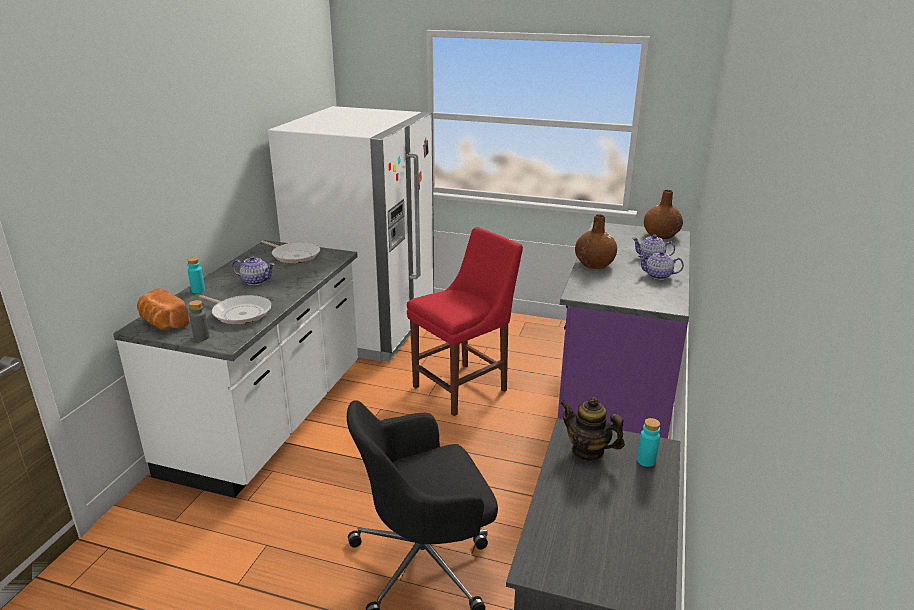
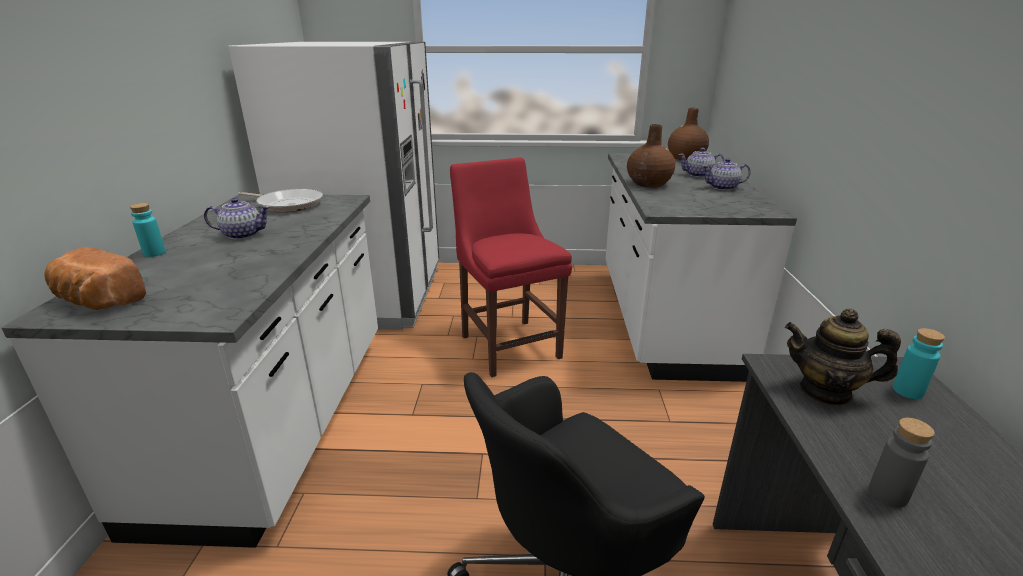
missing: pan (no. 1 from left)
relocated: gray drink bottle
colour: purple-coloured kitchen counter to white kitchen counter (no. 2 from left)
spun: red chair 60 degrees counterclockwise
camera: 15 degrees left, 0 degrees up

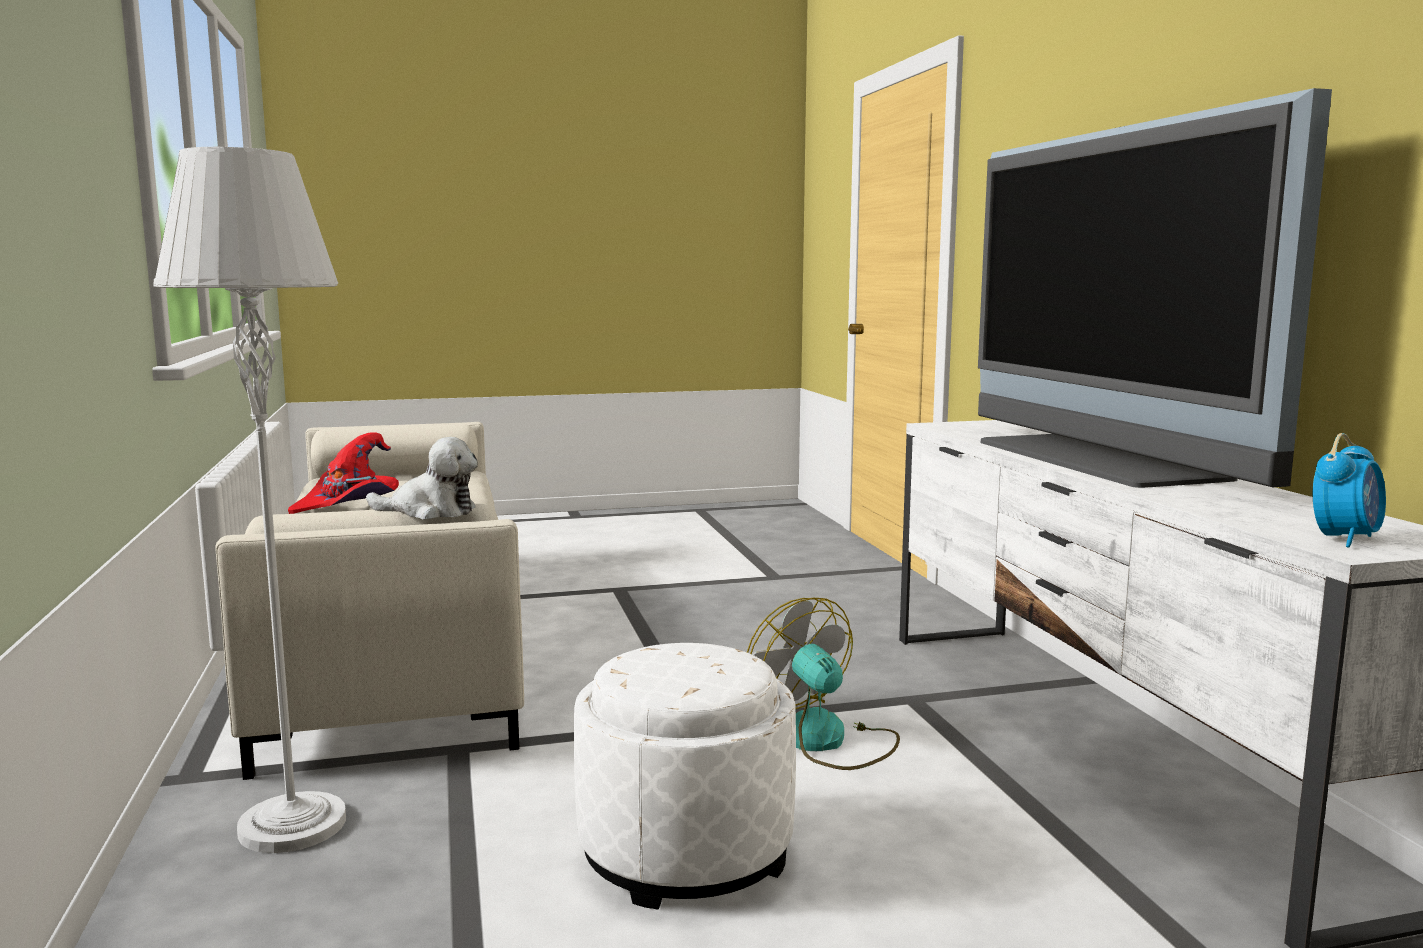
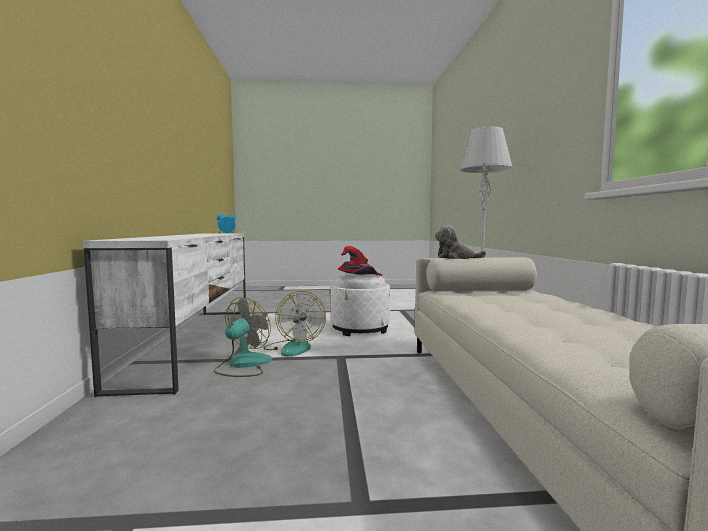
missing: TV set
appeared: fan (no. 1 from left)
relocated: red wearable hat
camera: 170 degrees left, 5 degrees down

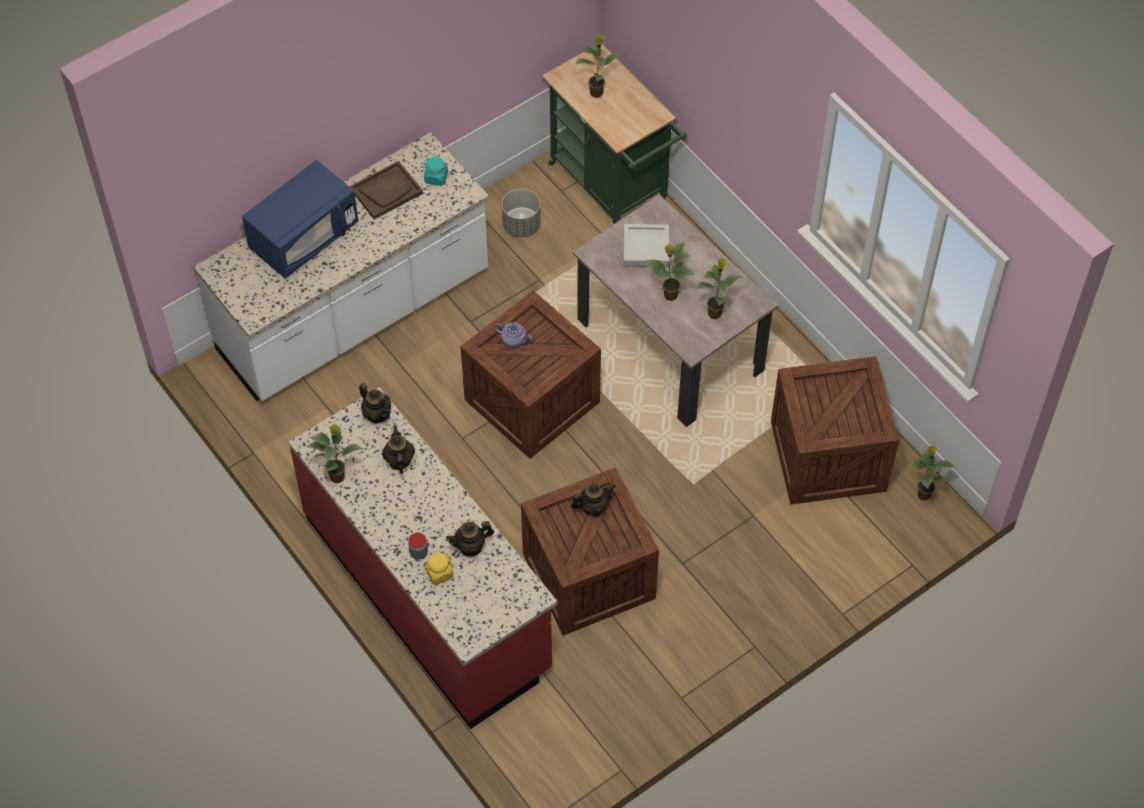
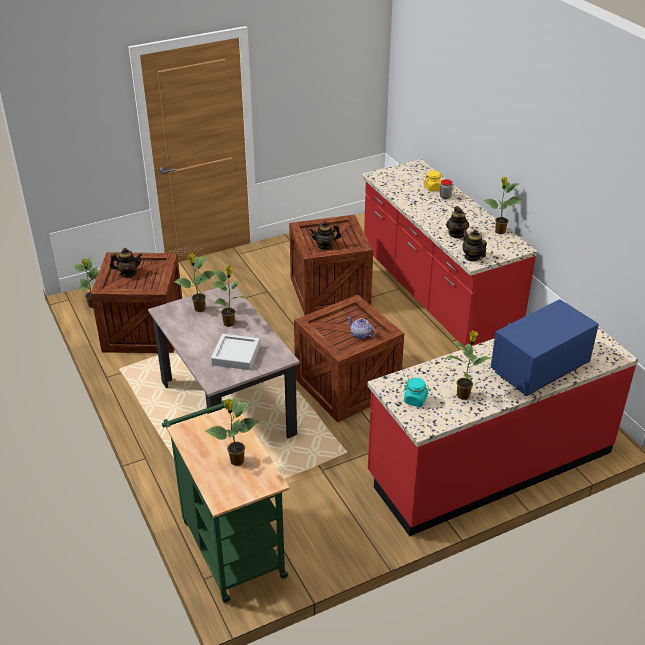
missing: gray flower pot
relocated: pot for tea (no. 3 from left in the first image) to pot for tea (no. 1 from left)
exchanged: brown-coloured carrying tray to plant in a pot (no. 5 from left)
colour: white kitchen counter to red kitchen counter (no. 2 from left)
camera: 170 degrees left, 20 degrees down

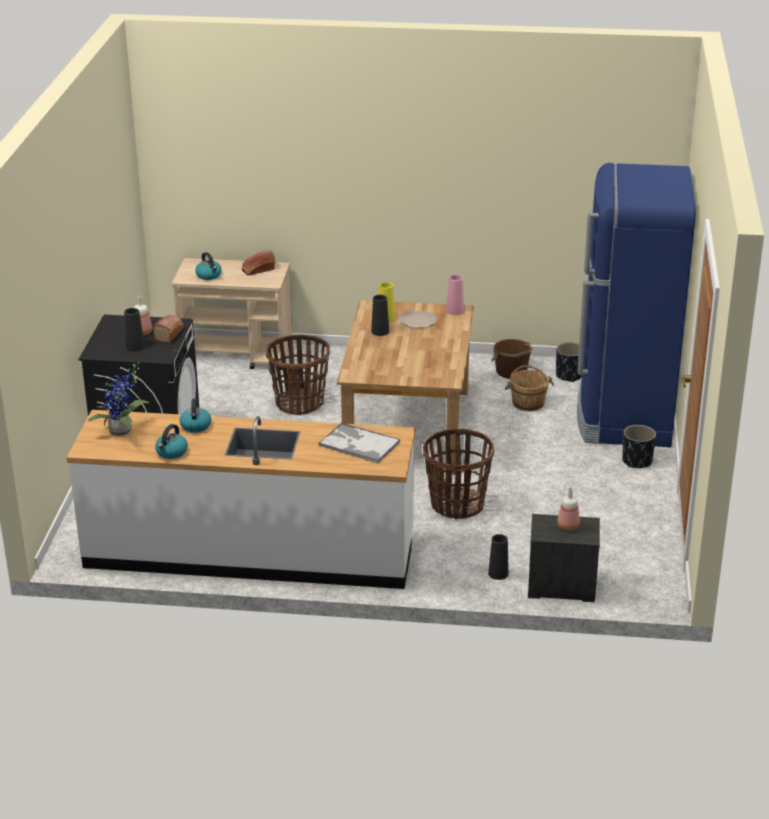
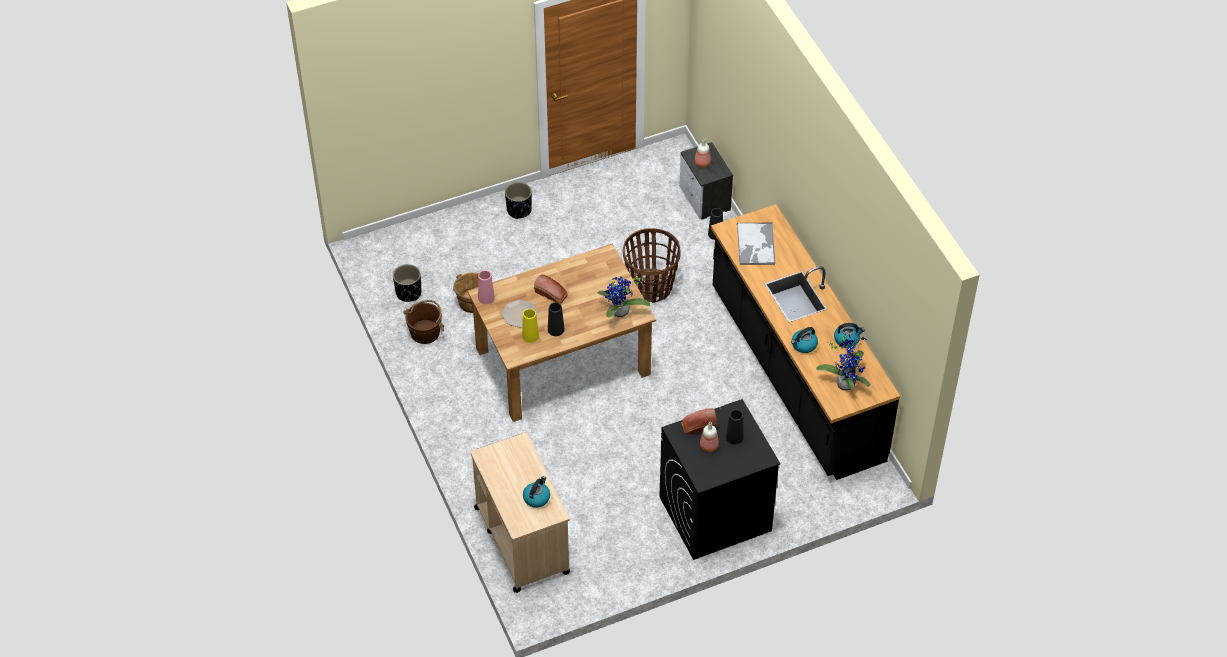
missing: household basket (no. 1 from left); blue fridge
appeared: plant in a pot (no. 1 from left)
relocated: baked bread (no. 2 from left in the first image) to baked bread (no. 1 from left)
colour: white kitchen counter to black kitchen counter
camera: 120 degrees left, 20 degrees up

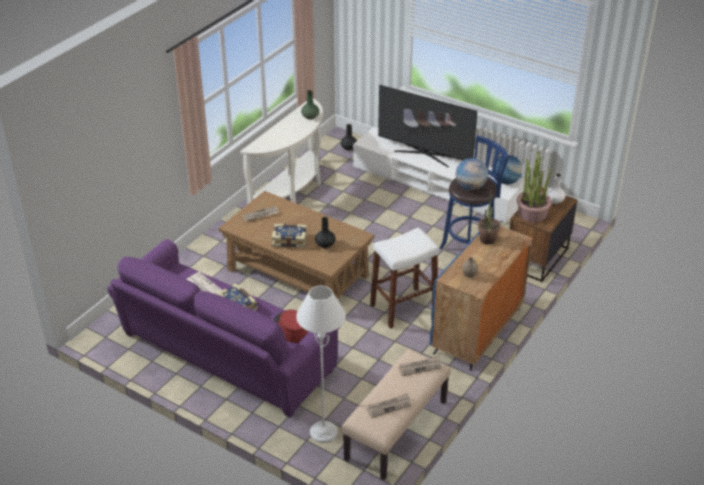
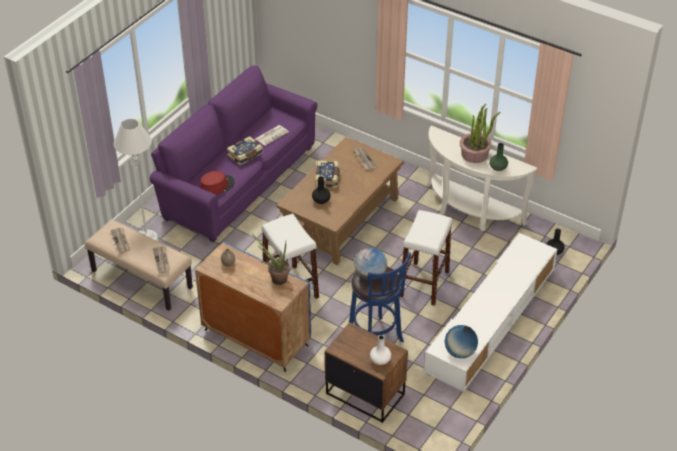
missing: TV set
appeared: white stool (no. 2 from left)
relocated: plant in a pot (no. 2 from left)
camera: 90 degrees right, 5 degrees up

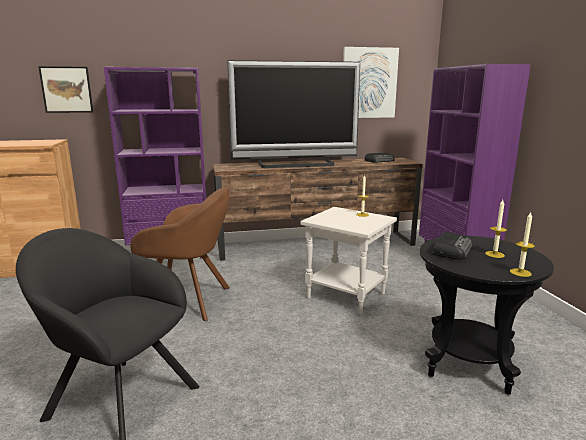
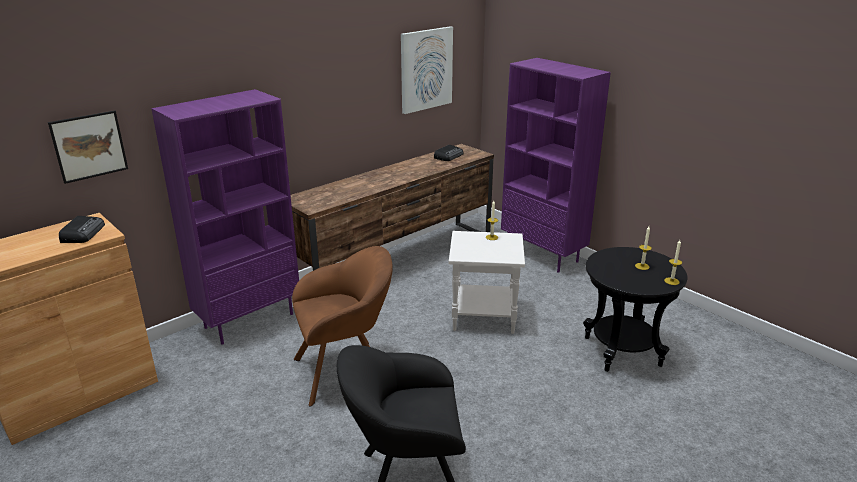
missing: TV set
relocated: radio (no. 2 from left in the first image) to radio (no. 1 from left)
camera: 30 degrees left, 10 degrees up

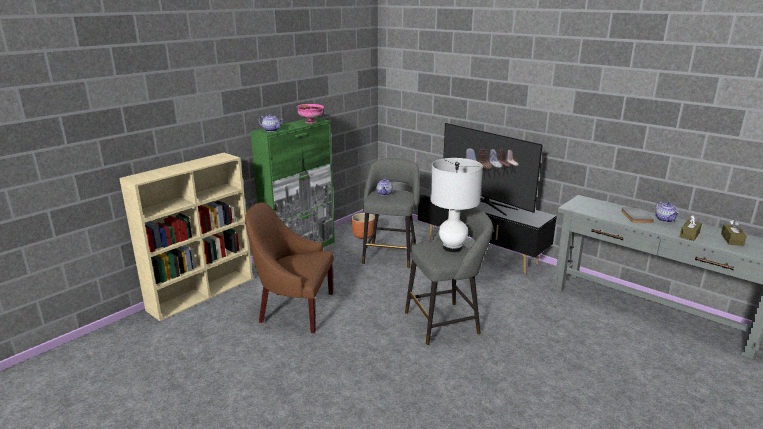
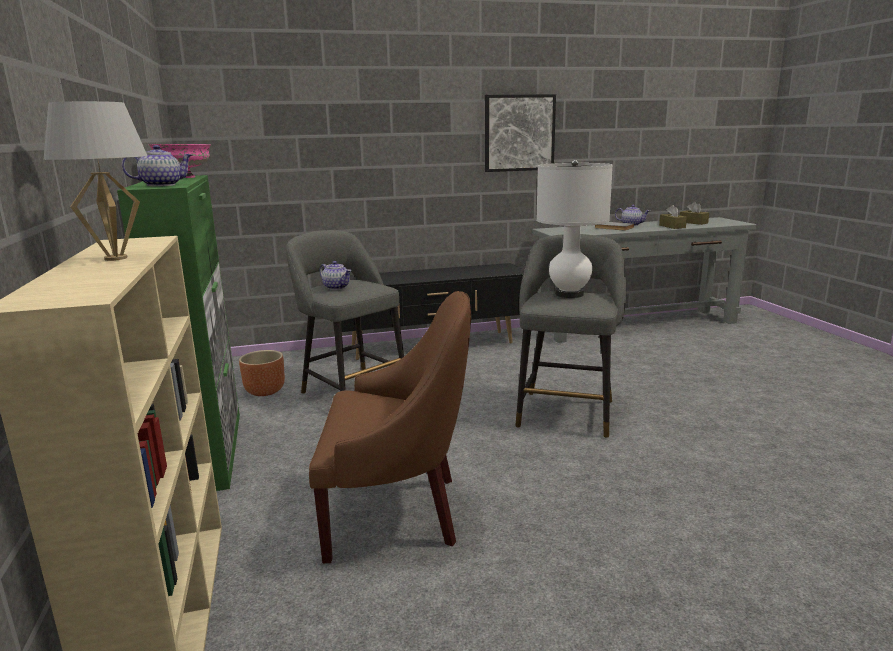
missing: TV set
appeared: white lamp for a table (no. 1 from left); wall picture
spun: brown-coloured lounge chair 135 degrees counterclockwise
camera: 55 degrees left, 5 degrees down

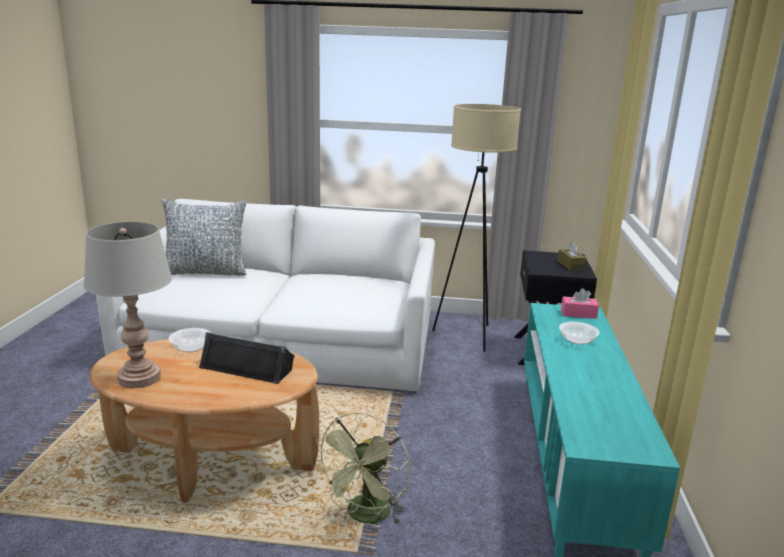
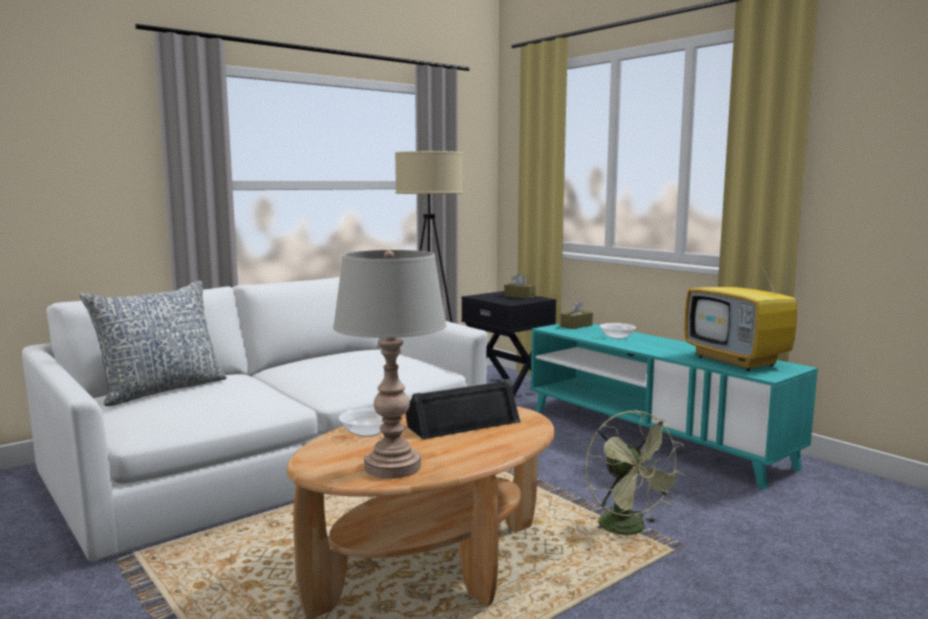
appeared: TV set
colour: pinkish tissue holder to brown-coloured tissue holder (no. 2 from left)
camera: 45 degrees left, 10 degrees down

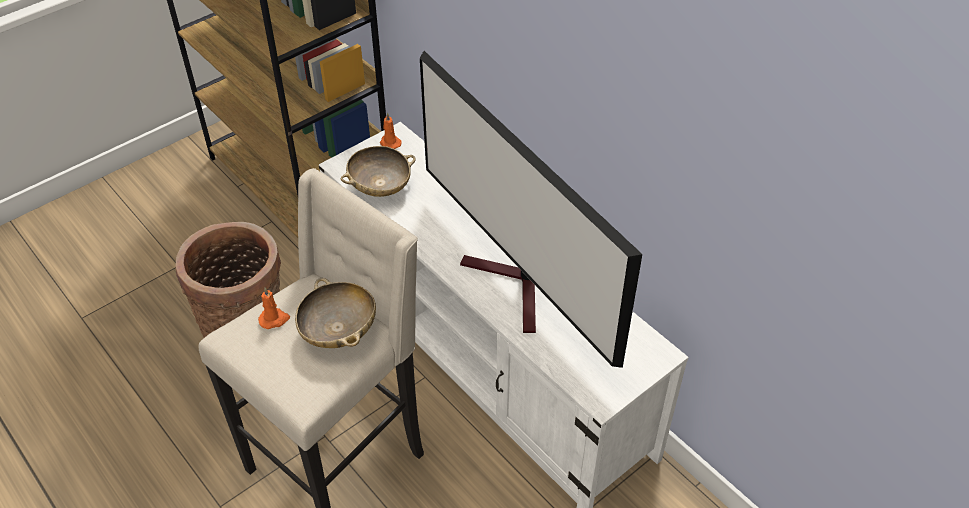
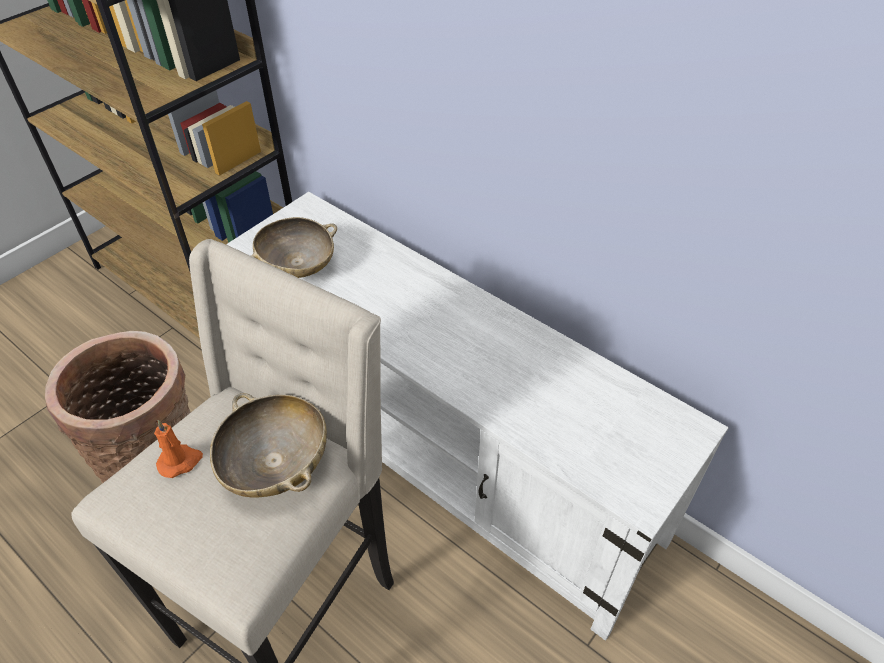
missing: orange-coloured wax light (no. 2 from left); TV set
camera: 10 degrees left, 0 degrees up

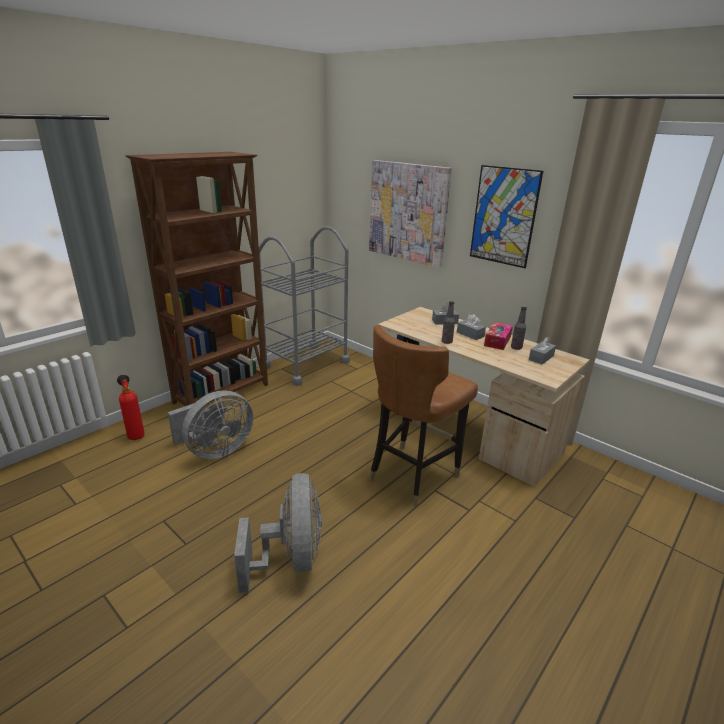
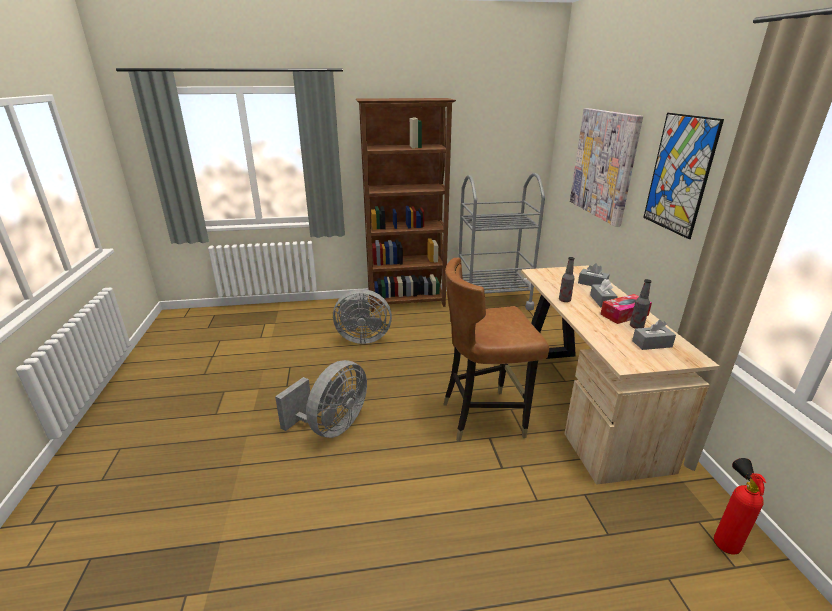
relocated: extinguisher
camera: 40 degrees right, 0 degrees up

